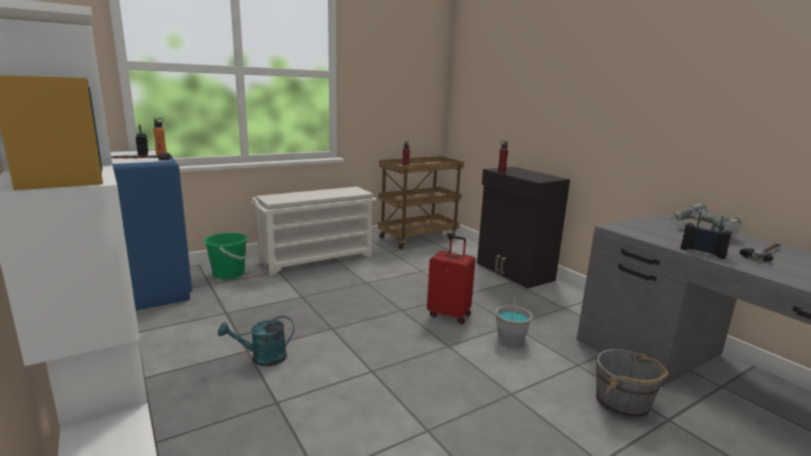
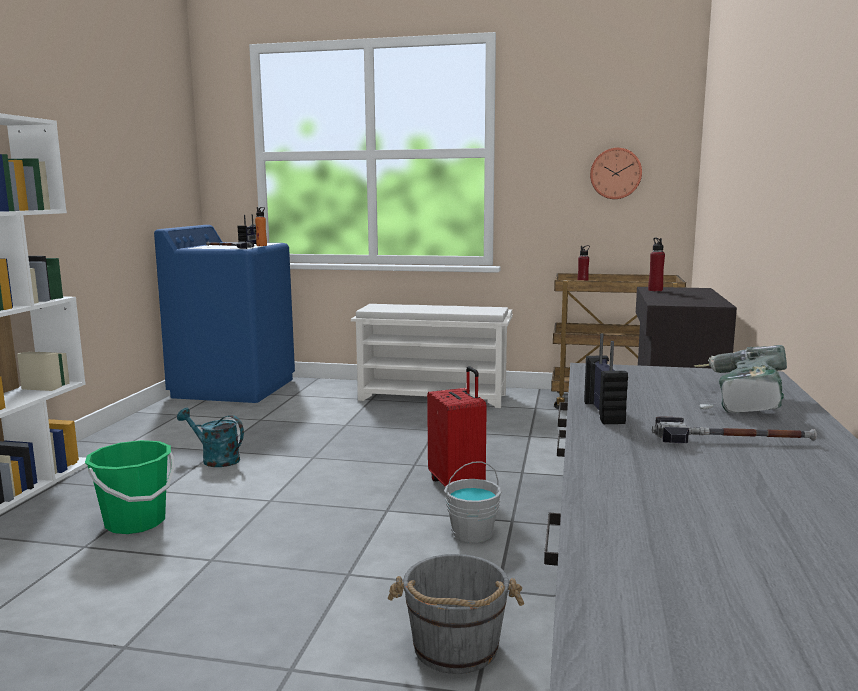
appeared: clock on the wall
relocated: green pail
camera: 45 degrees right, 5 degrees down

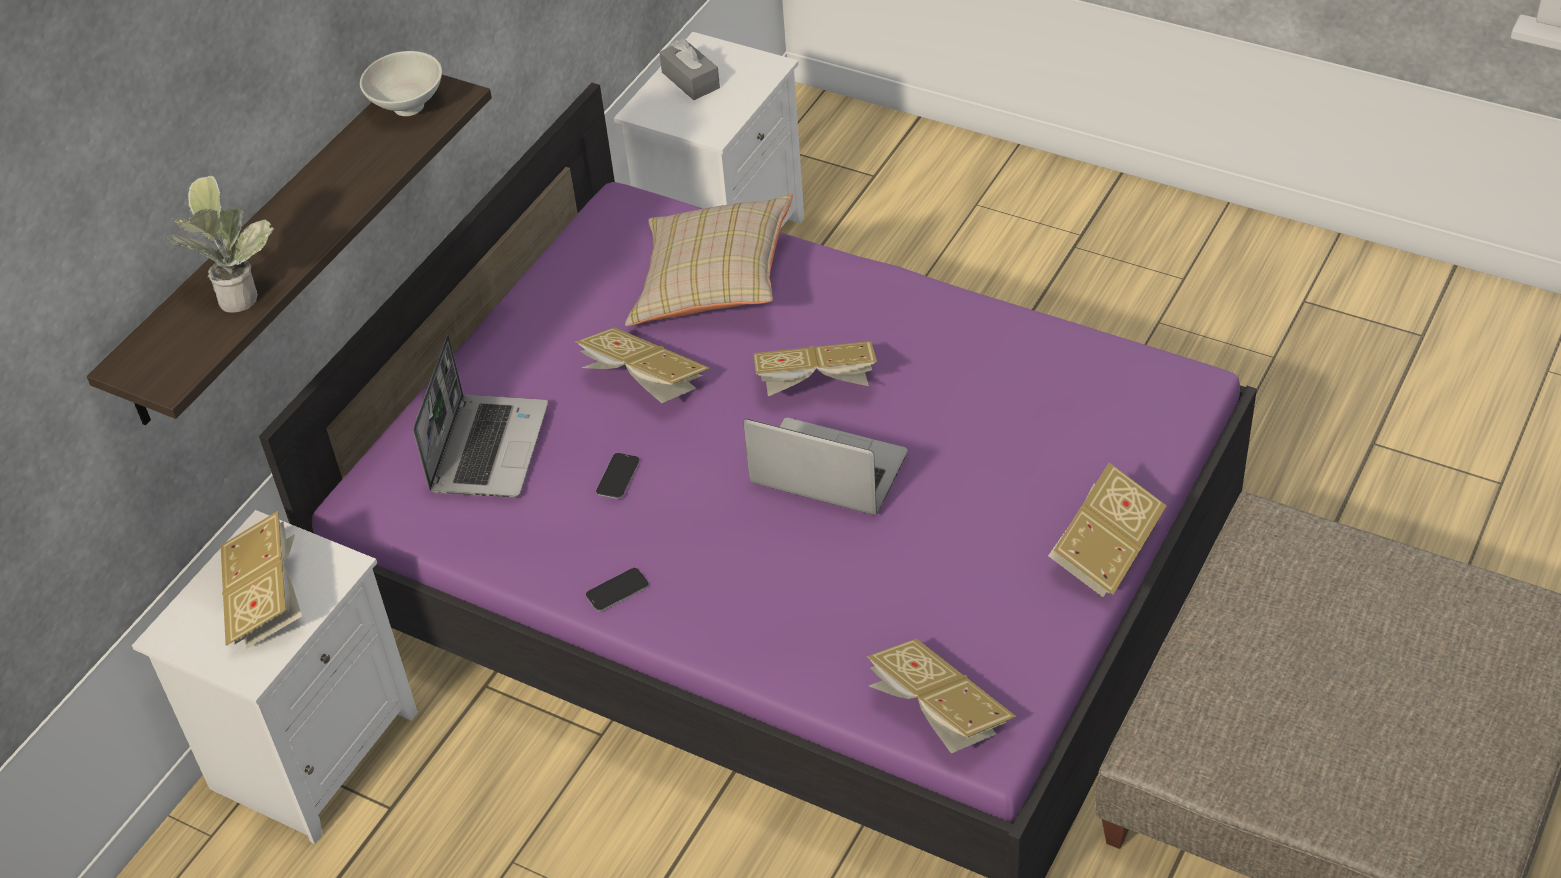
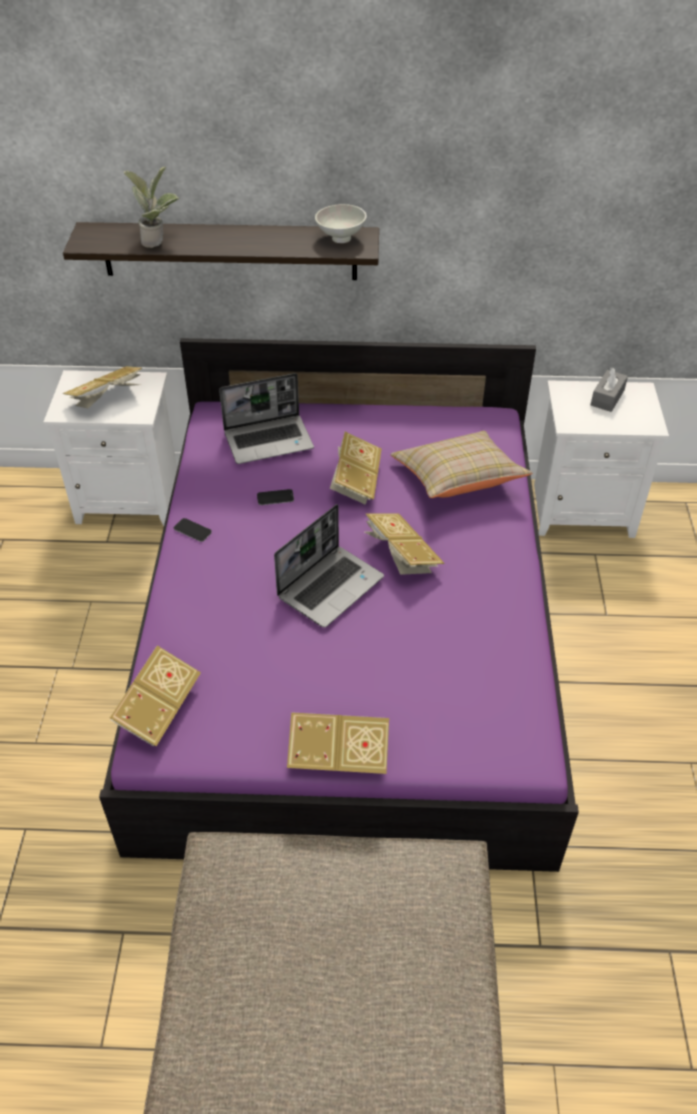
spun: notebook computer (no. 2 from left) 45 degrees clockwise
camera: 60 degrees right, 0 degrees up

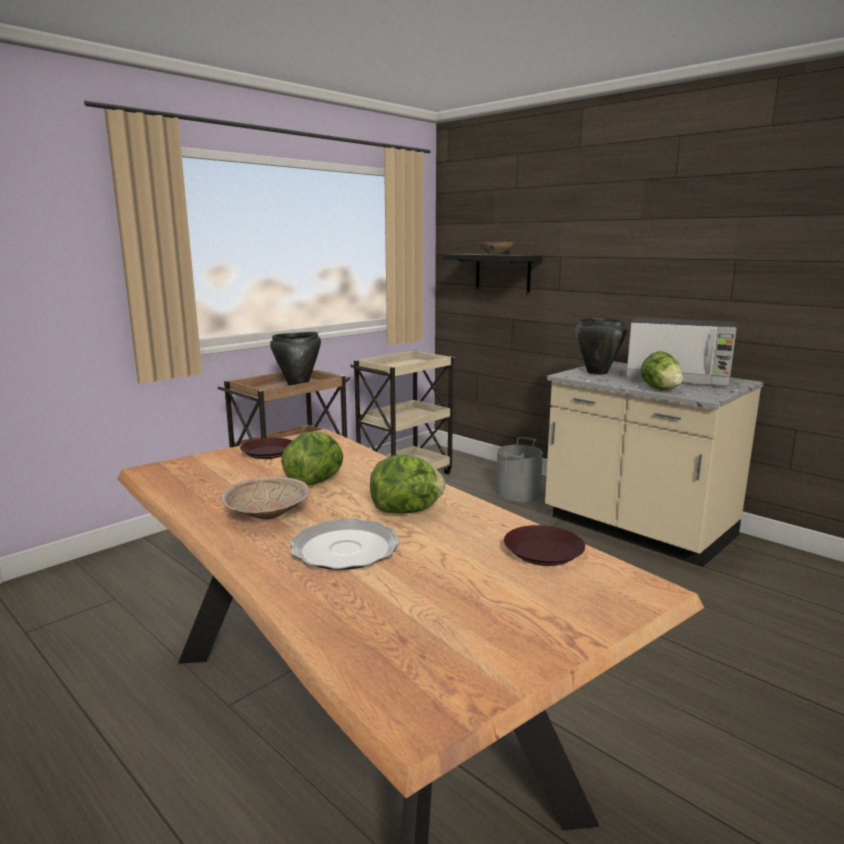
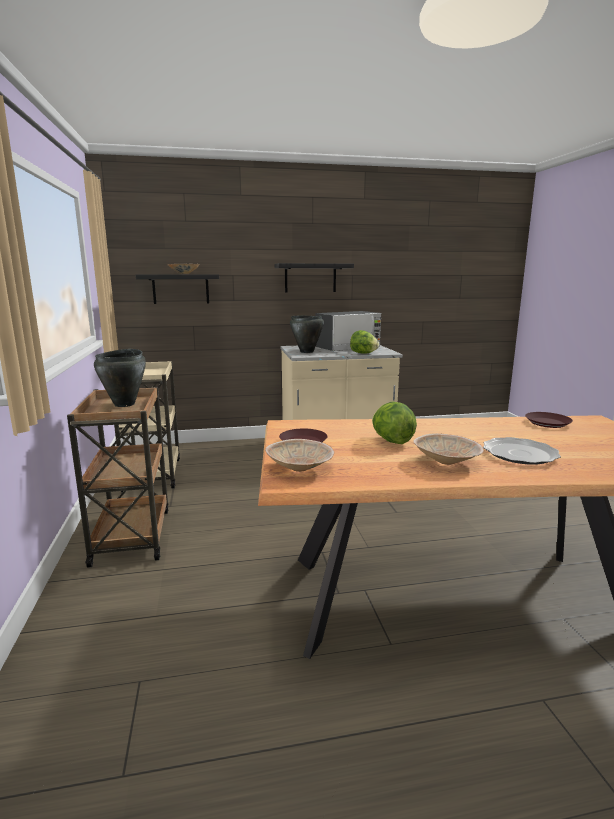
missing: head of lettuce (no. 2 from left); gray pail
appeared: beige-coloured bowl (no. 2 from left); black wall shelf (no. 2 from left)
camera: 55 degrees left, 0 degrees up

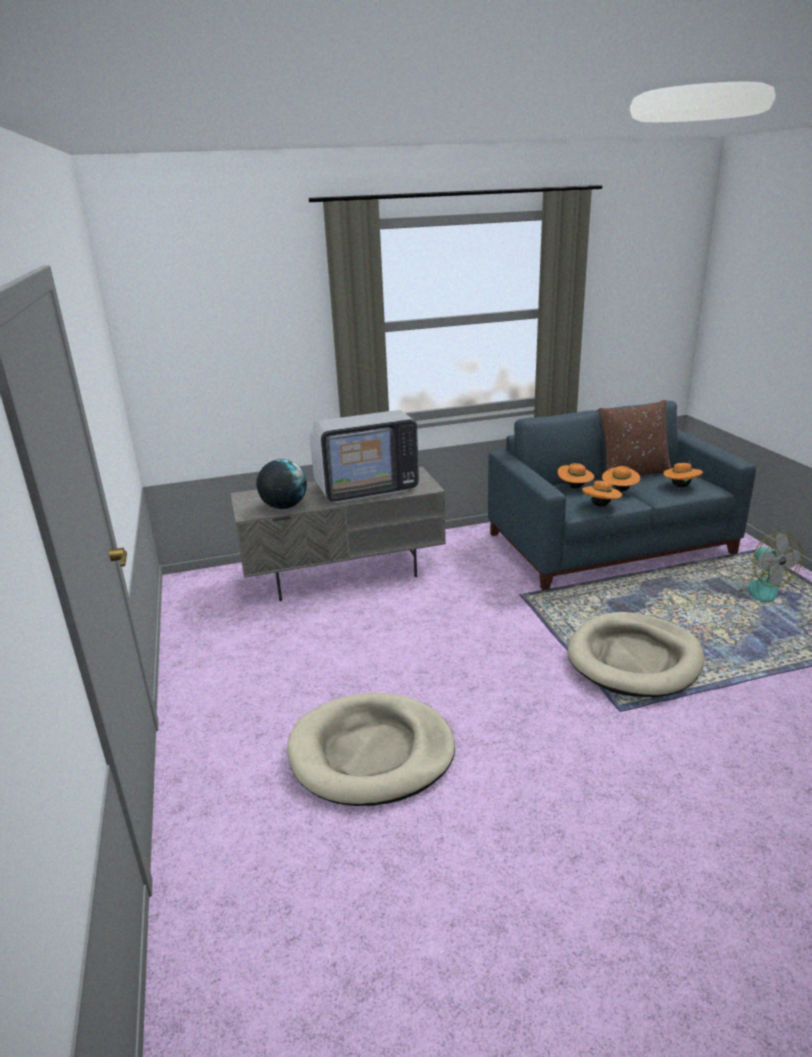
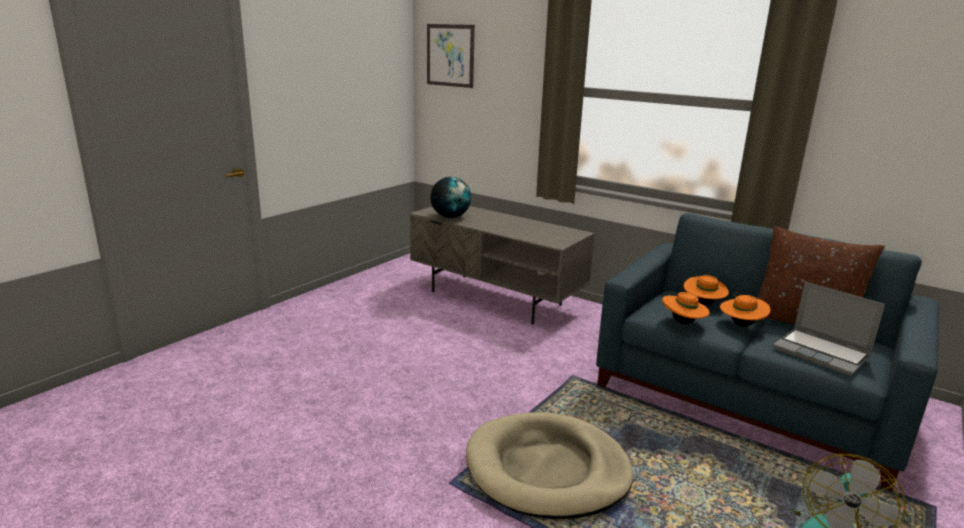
missing: beige-coloured dog bed (no. 1 from left); TV set
appeared: wall picture
exchanged: orange-coloured wearable hat (no. 4 from left) to notebook computer
camera: 50 degrees right, 5 degrees down

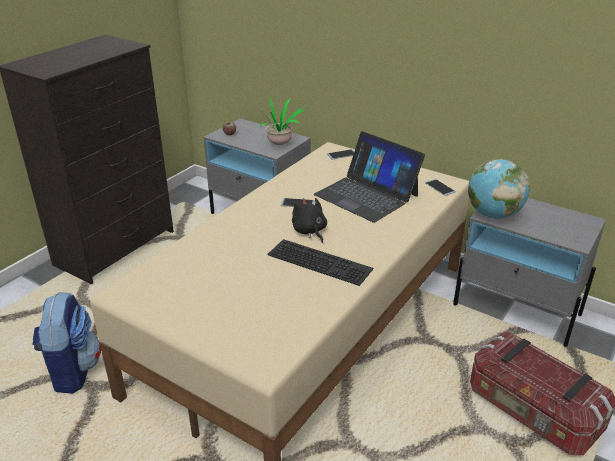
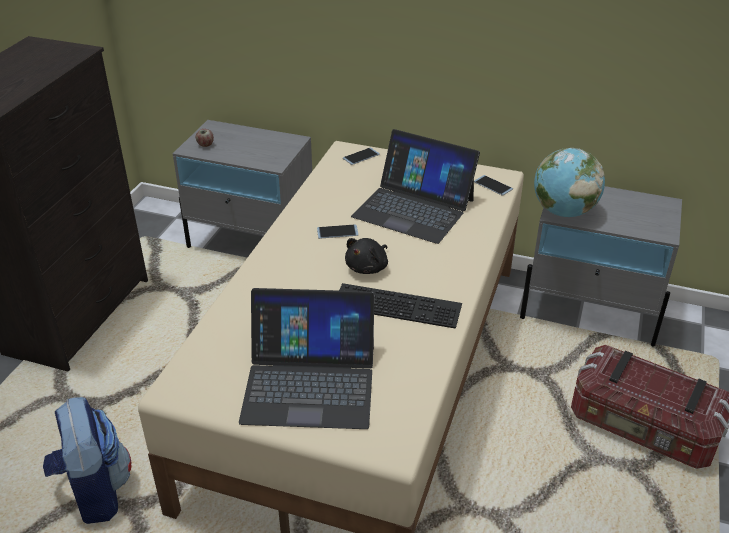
missing: plant in a pot
appeared: notebook computer (no. 1 from left)
spun: black soft toy 105 degrees counterclockwise
camera: 15 degrees left, 5 degrees up

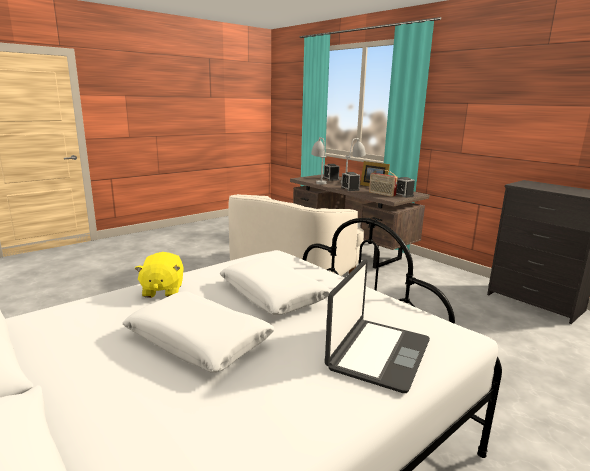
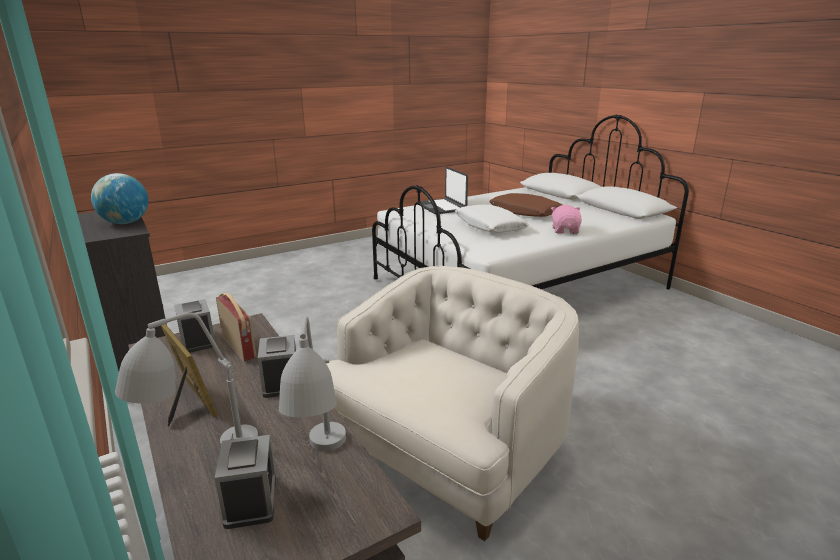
appeared: globe
colour: white cushion (no. 1 from left) to brown-coloured cushion; yellow-coloured soft toy to pinkish soft toy
spun: notebook computer 60 degrees counterclockwise
camera: 170 degrees left, 5 degrees up

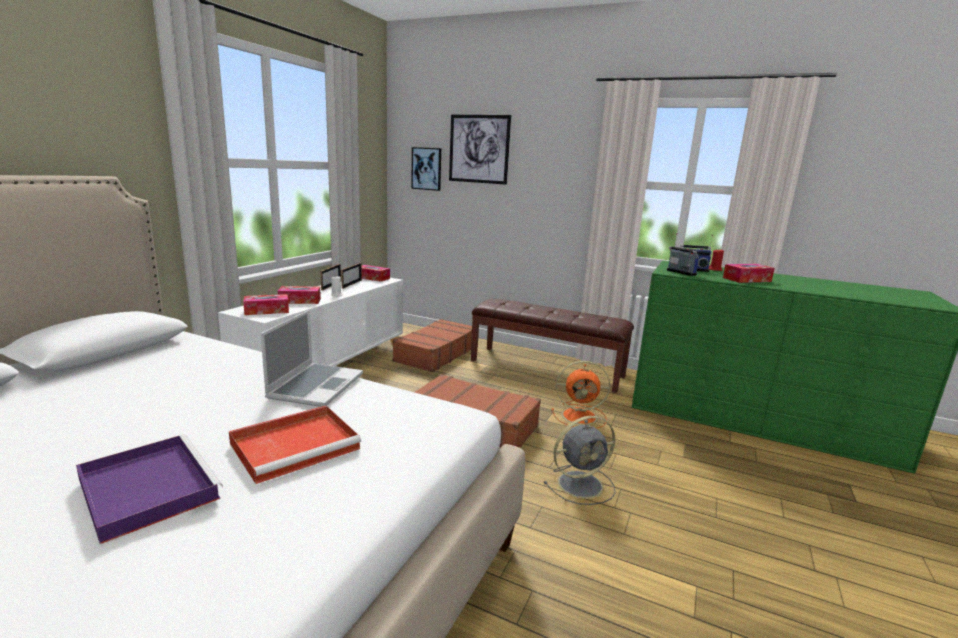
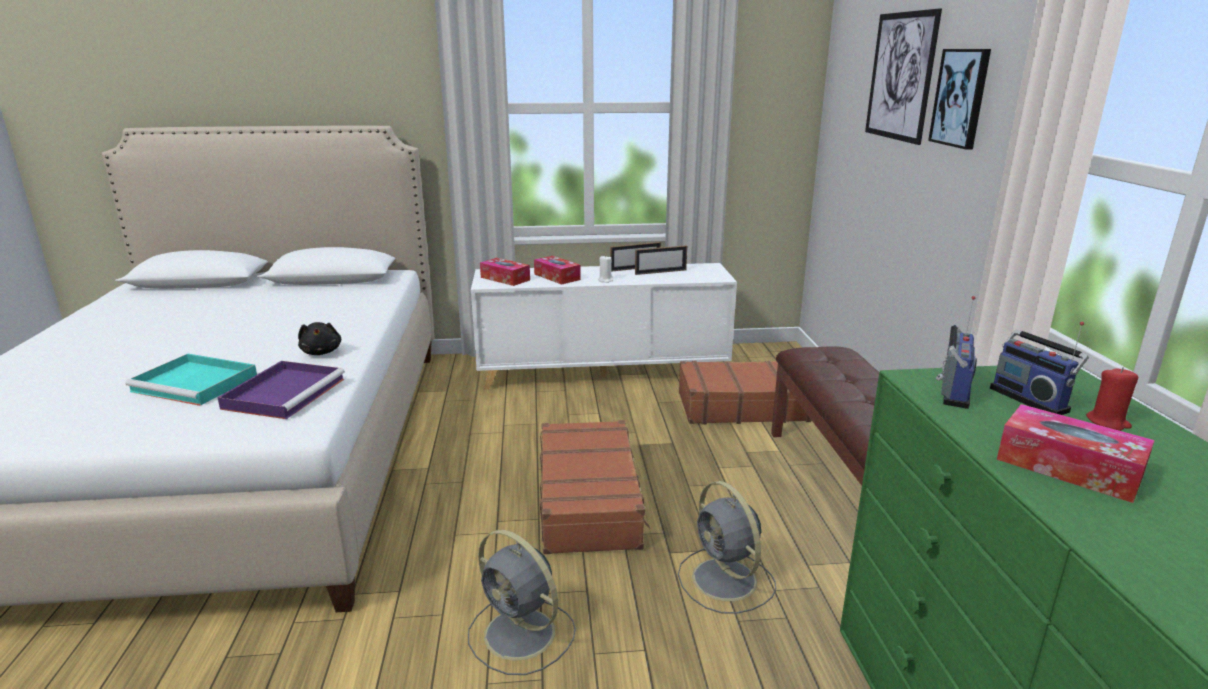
missing: tissue holder (no. 3 from left)
relocated: purple-coloured carrying tray; wall picture (no. 1 from left in the first image) to wall picture (no. 2 from left)
exchanged: notebook computer to black soft toy
colour: red carrying tray to blue-green carrying tray; orange-coloured fan to gray fan (no. 2 from left)
camera: 60 degrees right, 5 degrees up

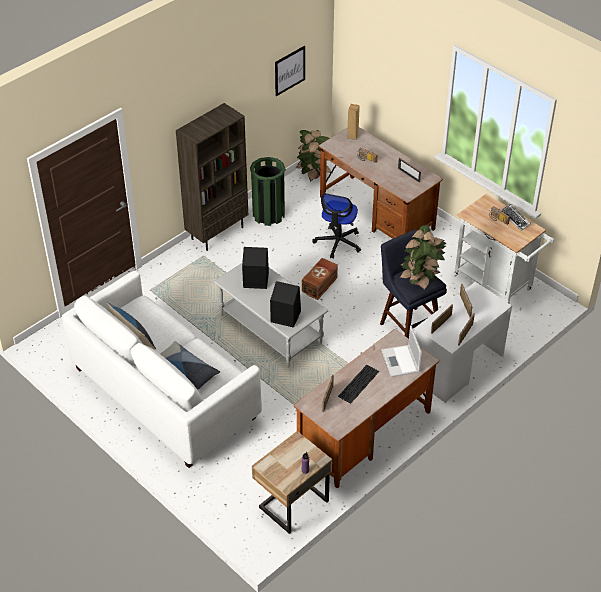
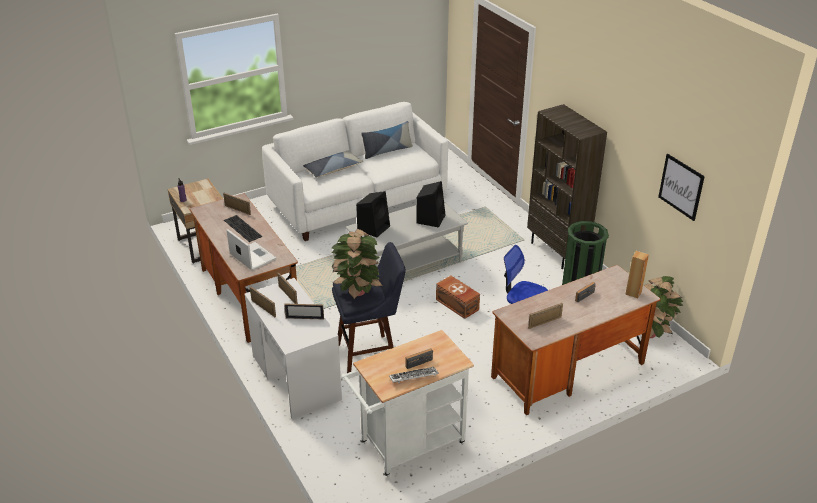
spun: notebook computer 45 degrees clockwise
camera: 105 degrees right, 10 degrees down

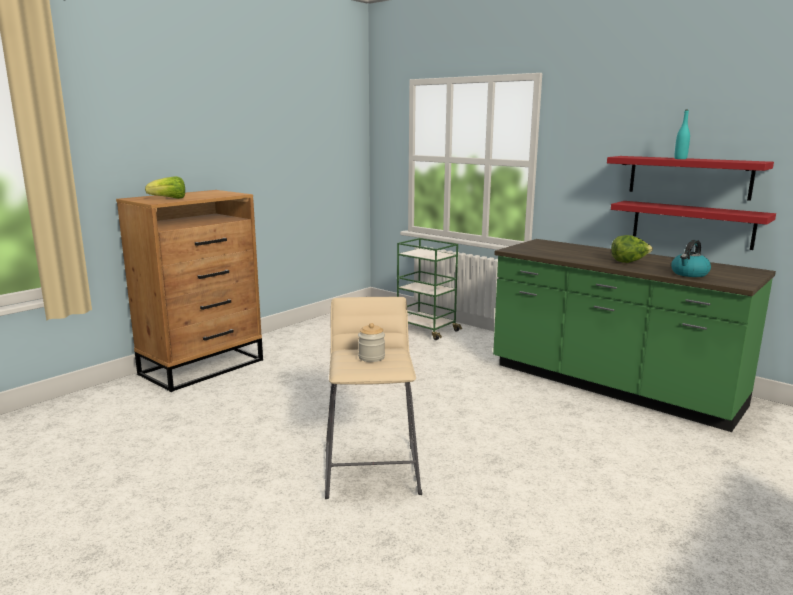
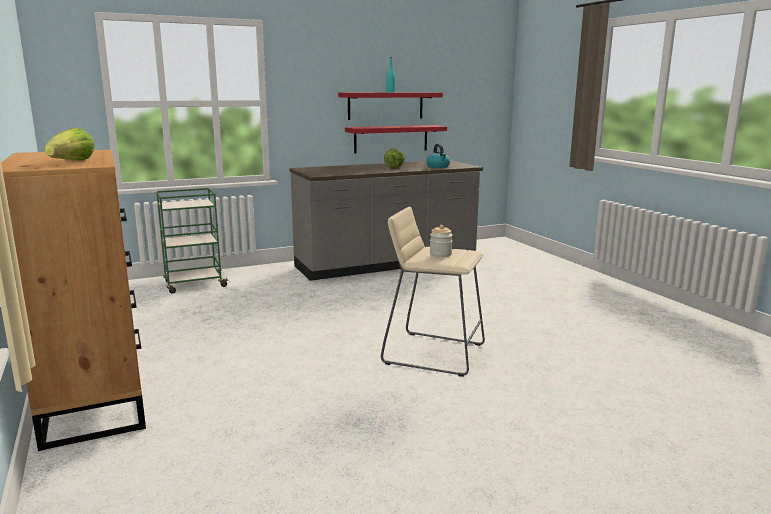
colour: green kitchen counter to gray kitchen counter
camera: 65 degrees left, 0 degrees up

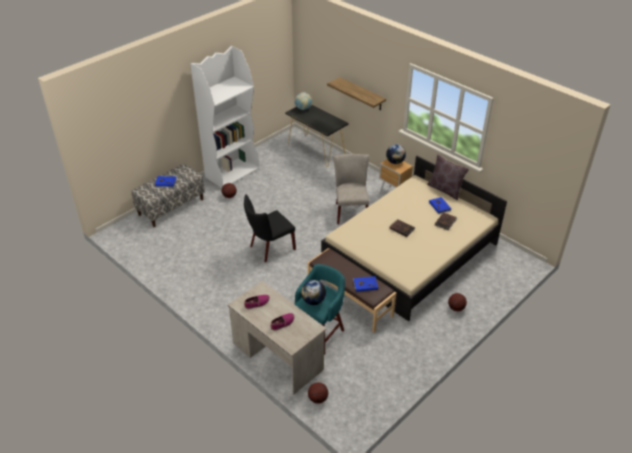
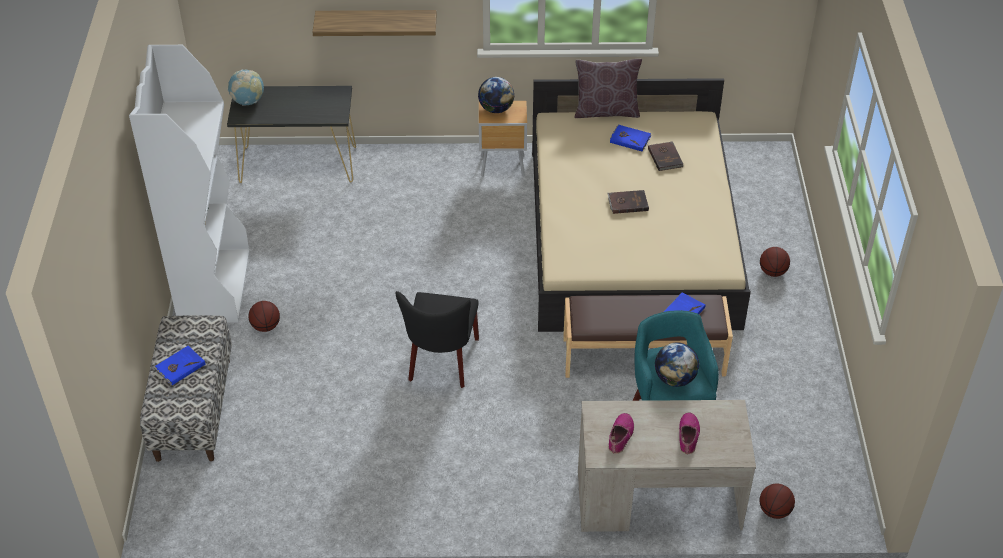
missing: beige-coloured chair
camera: 45 degrees left, 5 degrees up

